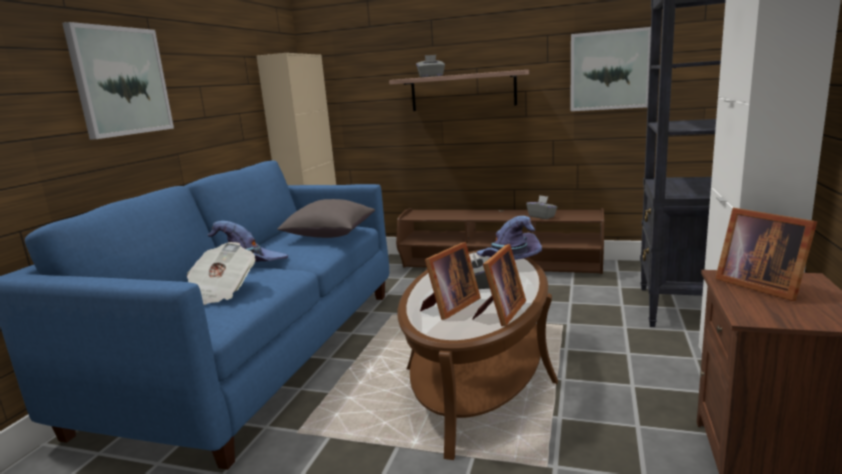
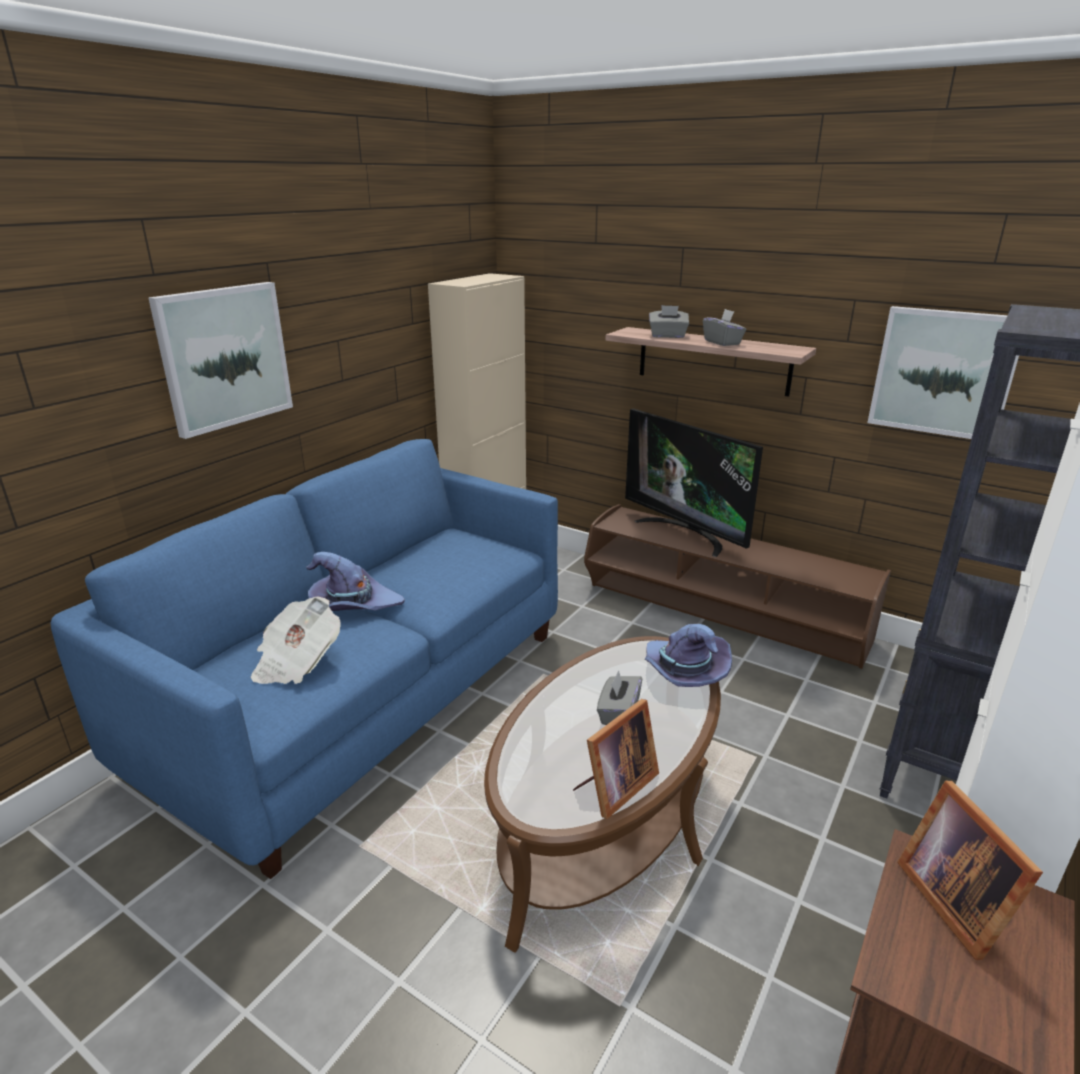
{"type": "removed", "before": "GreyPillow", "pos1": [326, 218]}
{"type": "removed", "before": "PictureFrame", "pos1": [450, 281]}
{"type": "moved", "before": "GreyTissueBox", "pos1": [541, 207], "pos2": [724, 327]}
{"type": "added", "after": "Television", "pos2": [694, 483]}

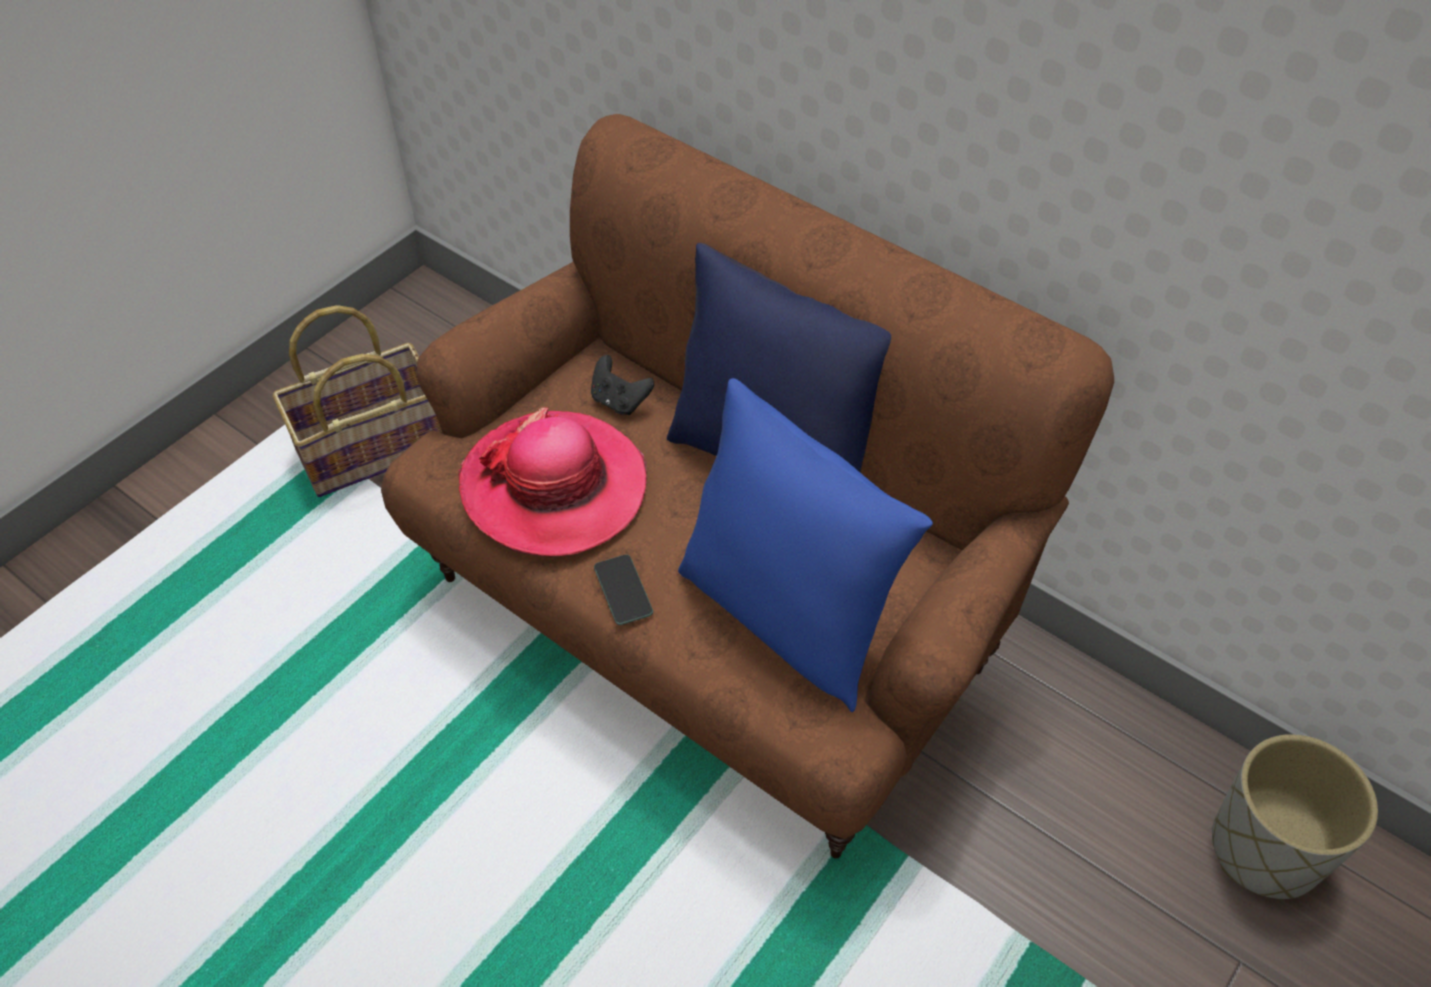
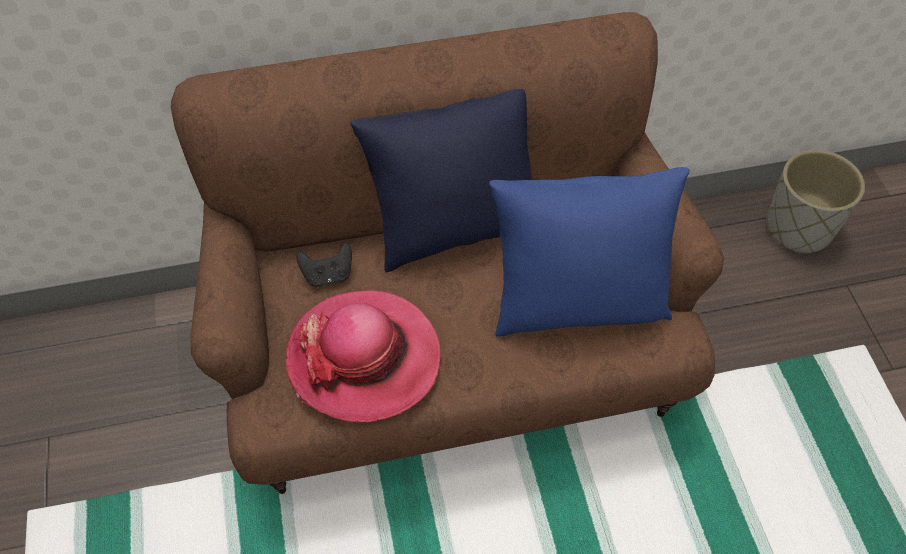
{"type": "removed", "before": "Basket", "pos1": [357, 401]}
{"type": "removed", "before": "Phone", "pos1": [623, 589]}

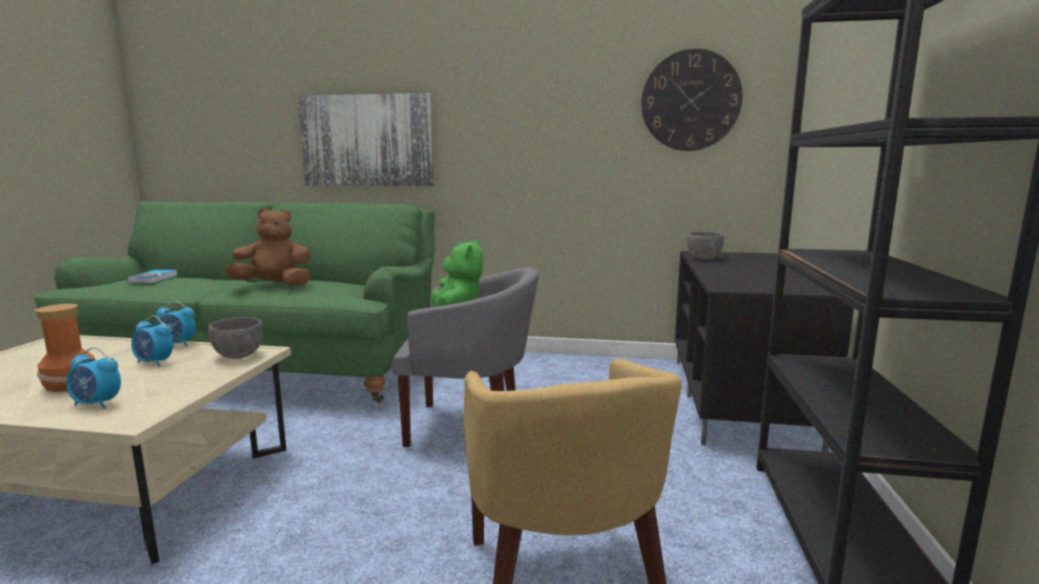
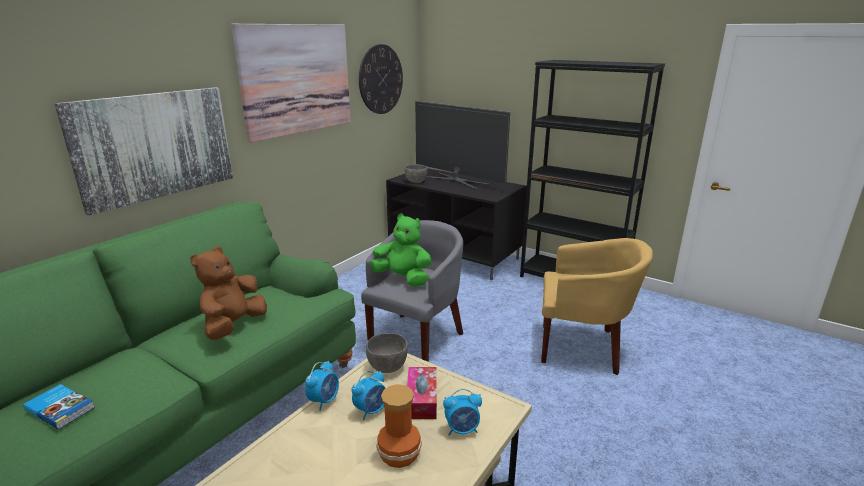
{"type": "turned", "before": "AlarmClock", "pos1": [93, 378], "pos2": [462, 412], "turn": 45}
{"type": "added", "after": "Picture", "pos2": [291, 83]}
{"type": "added", "after": "TissueBox", "pos2": [422, 393]}
{"type": "added", "after": "Television", "pos2": [462, 145]}

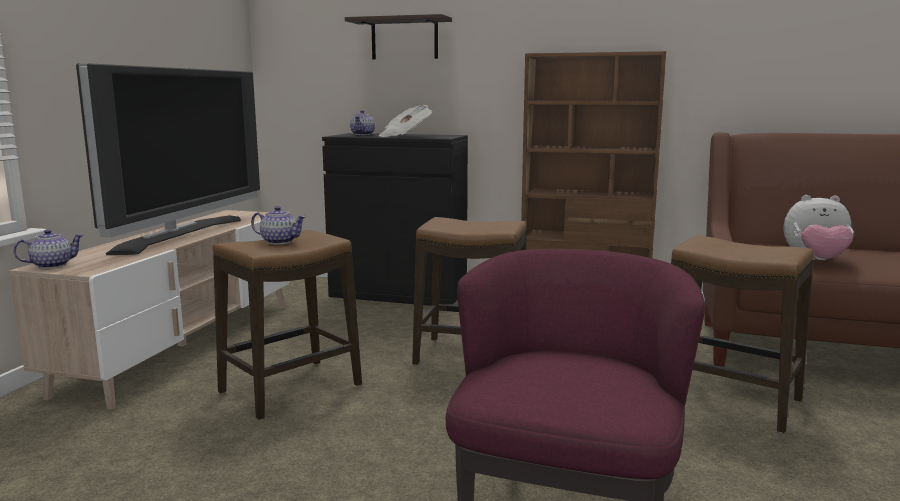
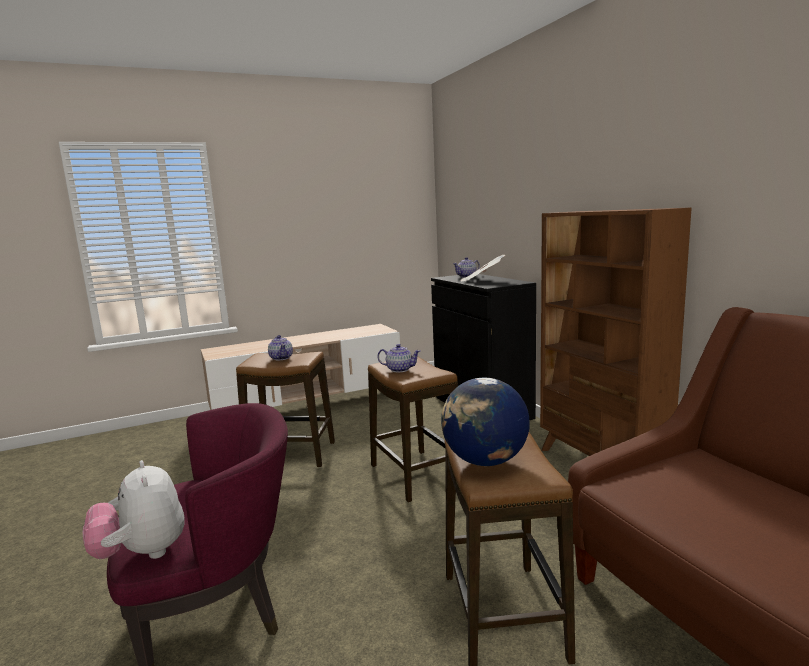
{"type": "moved", "before": "Teapot", "pos1": [48, 249], "pos2": [398, 358]}
{"type": "removed", "before": "Television", "pos1": [168, 159]}
{"type": "removed", "before": "Shelf", "pos1": [398, 37]}
{"type": "moved", "before": "PlushToy", "pos1": [819, 227], "pos2": [134, 509]}
{"type": "added", "after": "Globe", "pos2": [485, 422]}

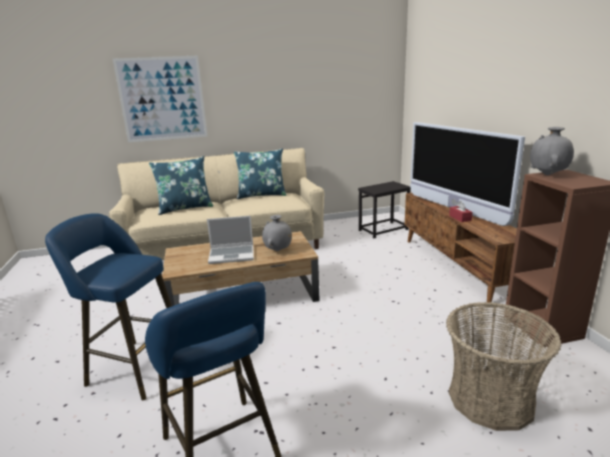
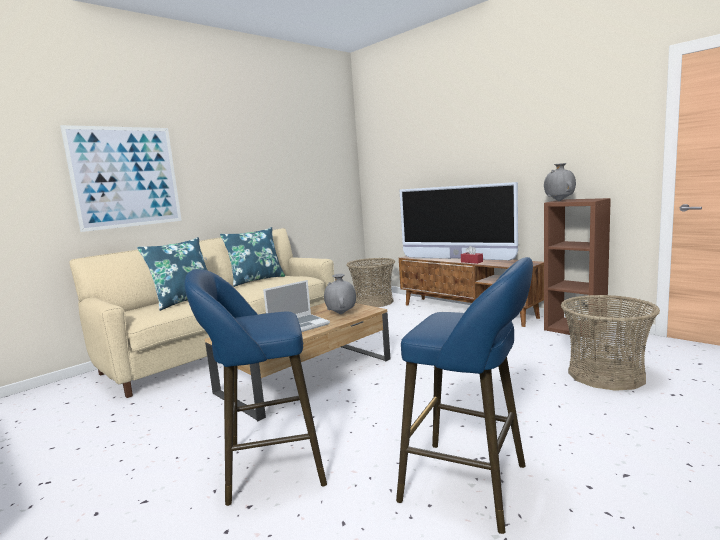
{"type": "replaced", "before": "BlackSideTable", "after": "Basket", "pos1": [384, 209], "pos2": [370, 282]}

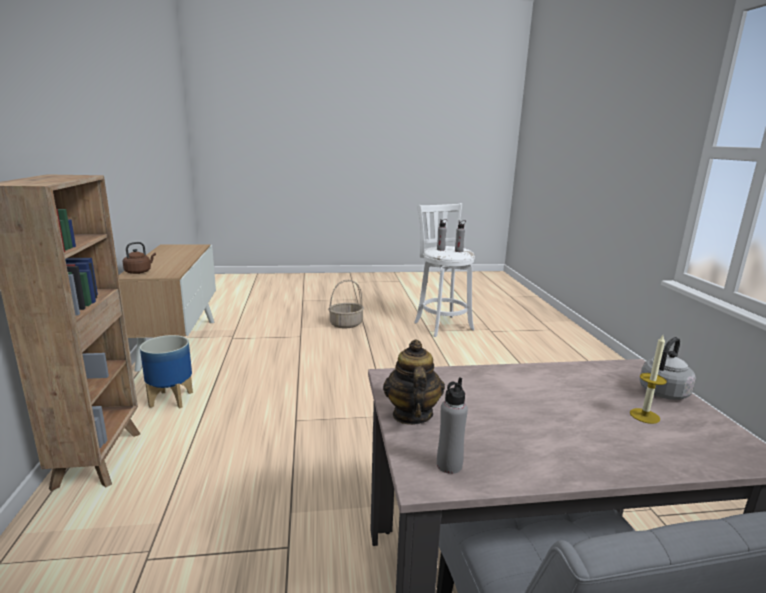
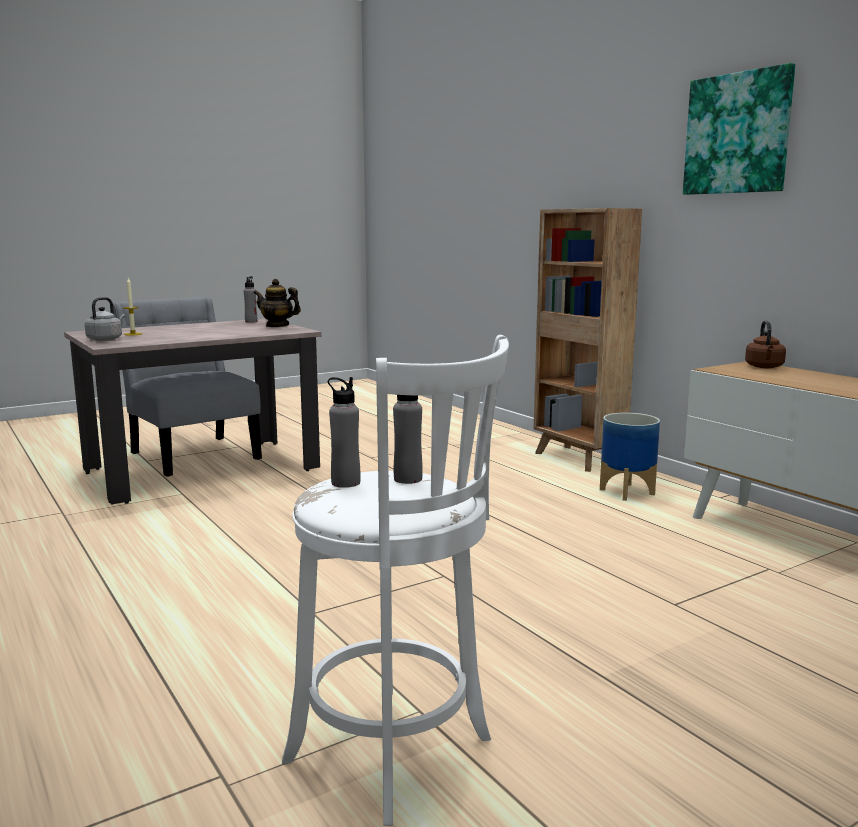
{"type": "removed", "before": "Basket", "pos1": [346, 304]}
{"type": "turned", "before": "Teapot", "pos1": [414, 382], "pos2": [277, 303], "turn": 135}
{"type": "added", "after": "Picture", "pos2": [739, 129]}

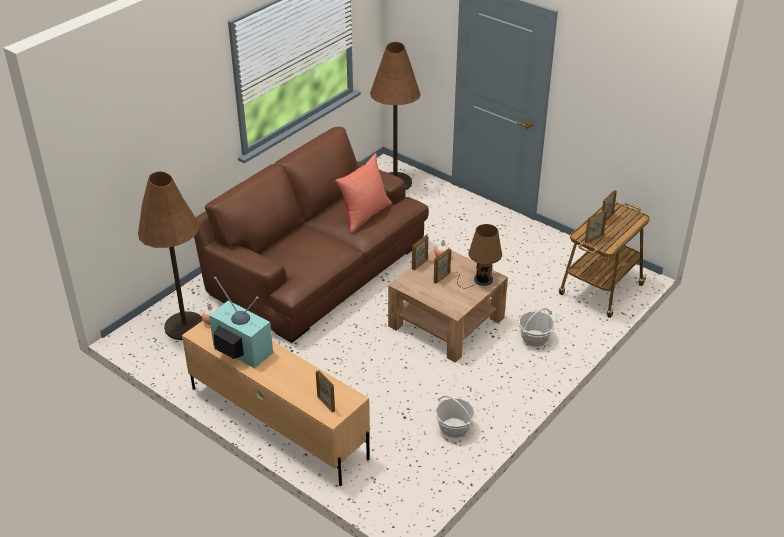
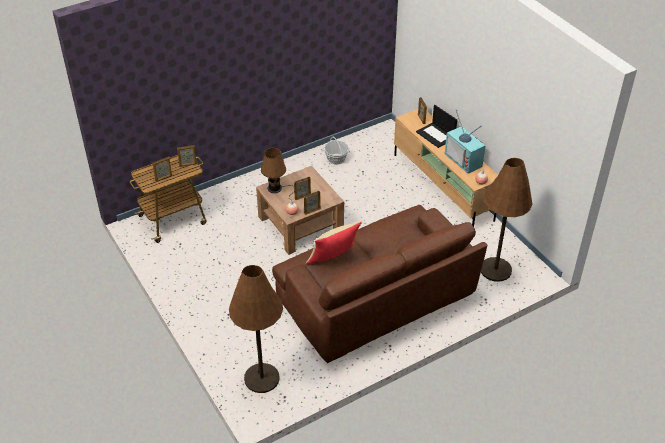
{"type": "recoloured", "before": "RedPillow", "after": "BeigePillow", "pos1": [363, 193], "pos2": [333, 243]}
{"type": "removed", "before": "Basket", "pos1": [536, 327]}
{"type": "added", "after": "Laptop", "pos2": [436, 126]}

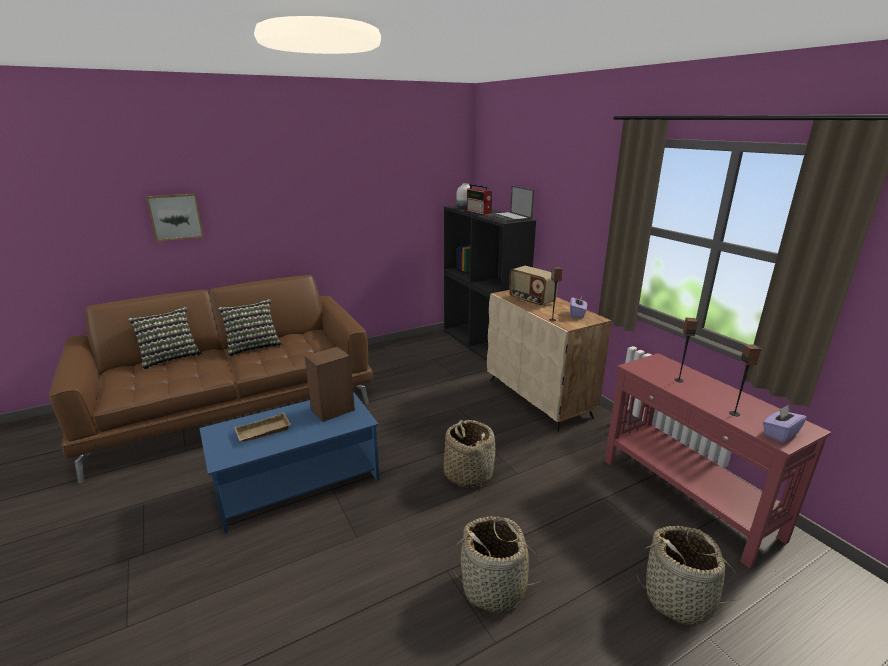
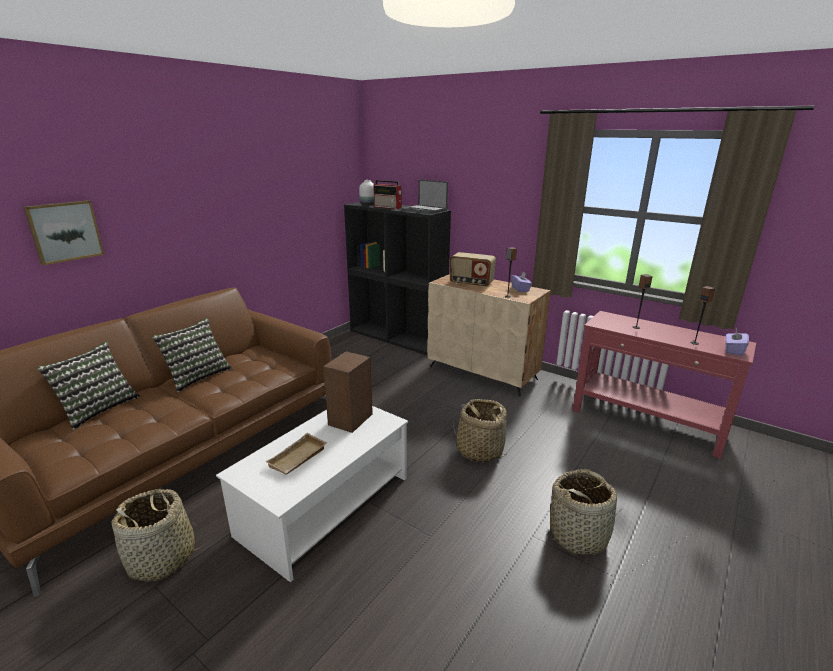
{"type": "recoloured", "before": "BlueCoffeeTable", "after": "WhiteCoffeeTable", "pos1": [289, 462], "pos2": [312, 494]}
{"type": "moved", "before": "Basket", "pos1": [688, 575], "pos2": [158, 535]}

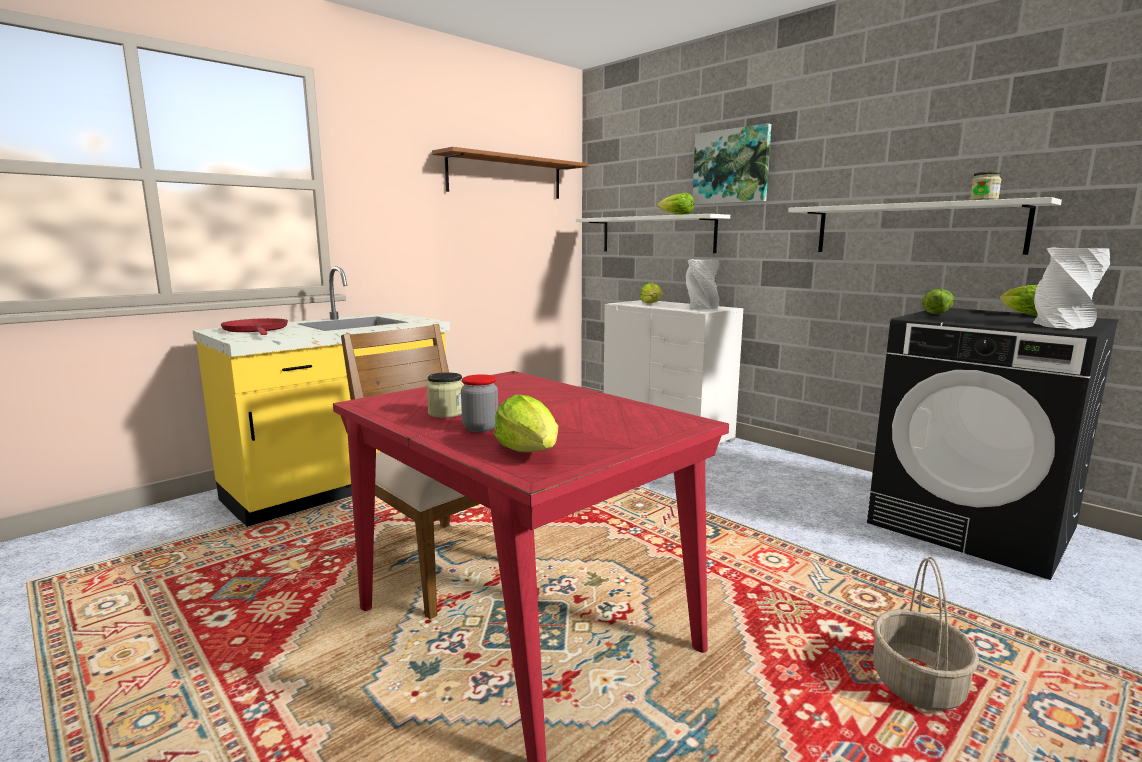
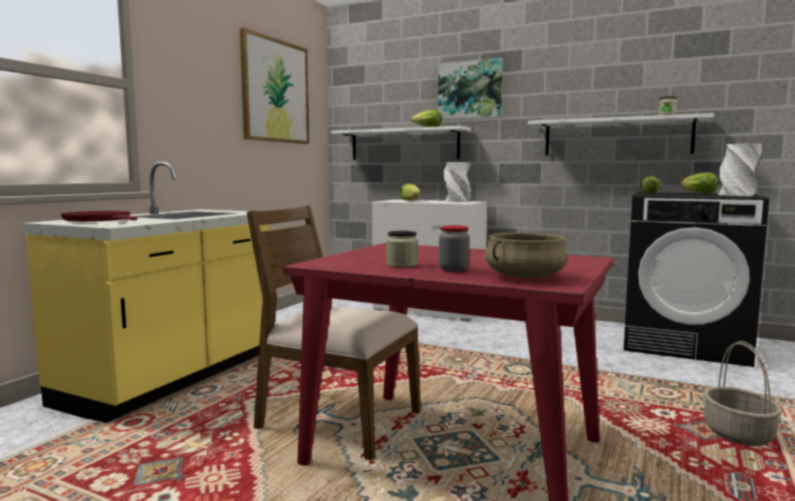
{"type": "replaced", "before": "BrownShelf", "after": "Picture", "pos1": [510, 173], "pos2": [274, 86]}
{"type": "replaced", "before": "Lettuce", "after": "BeigeCookingPot", "pos1": [526, 423], "pos2": [526, 256]}

